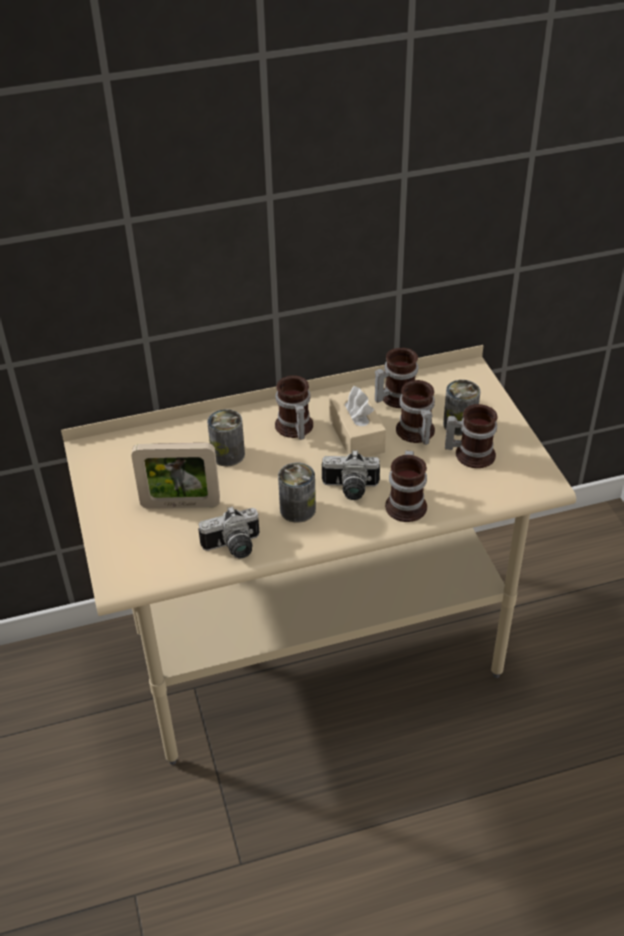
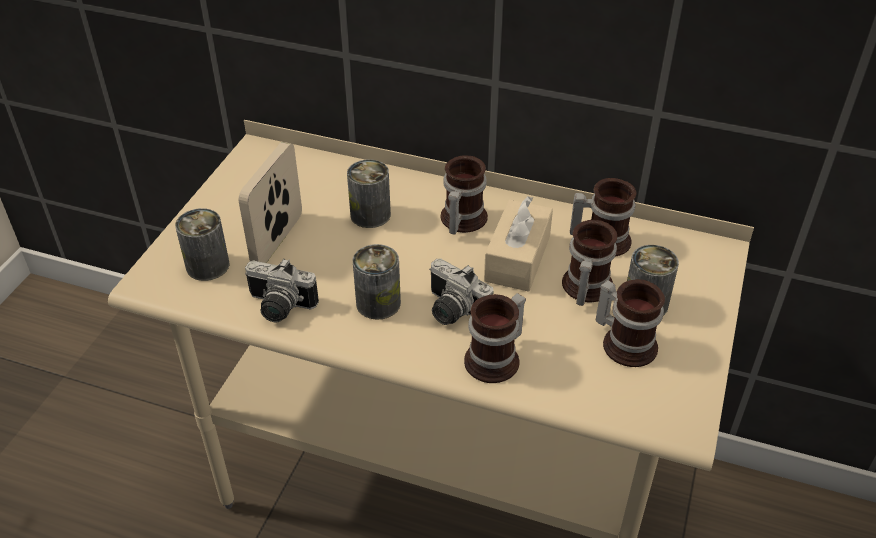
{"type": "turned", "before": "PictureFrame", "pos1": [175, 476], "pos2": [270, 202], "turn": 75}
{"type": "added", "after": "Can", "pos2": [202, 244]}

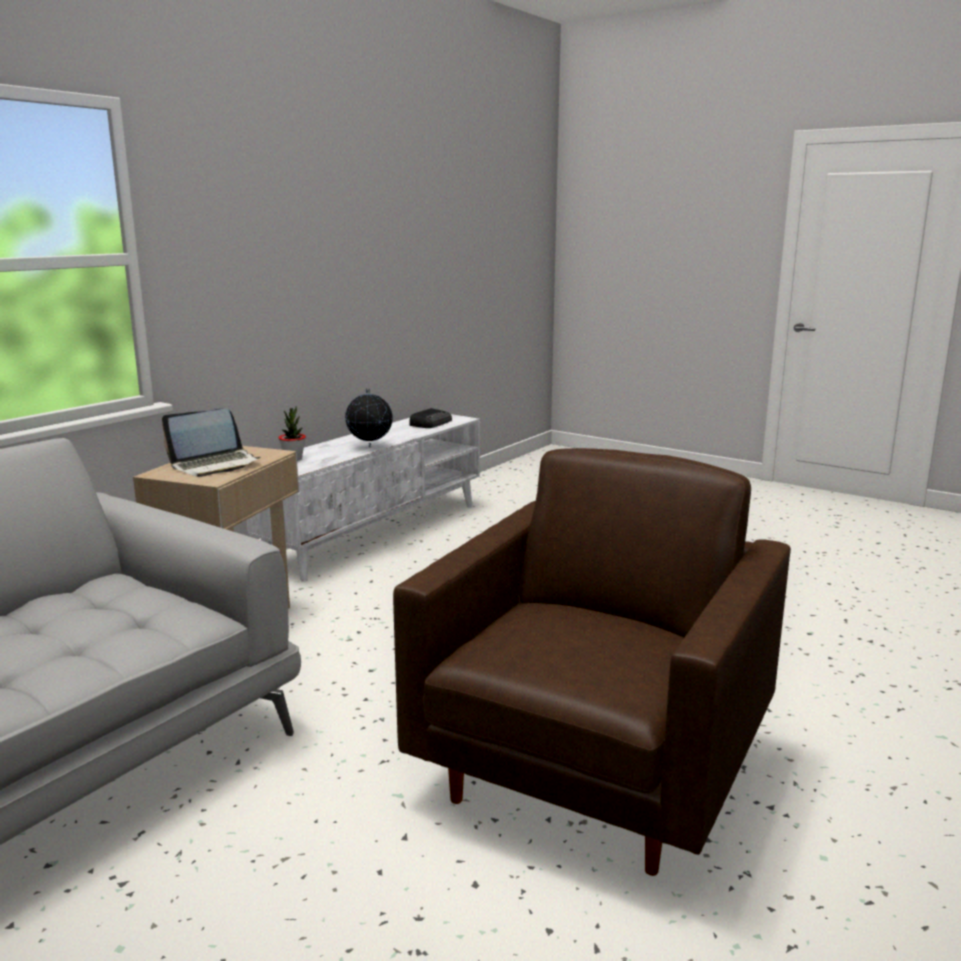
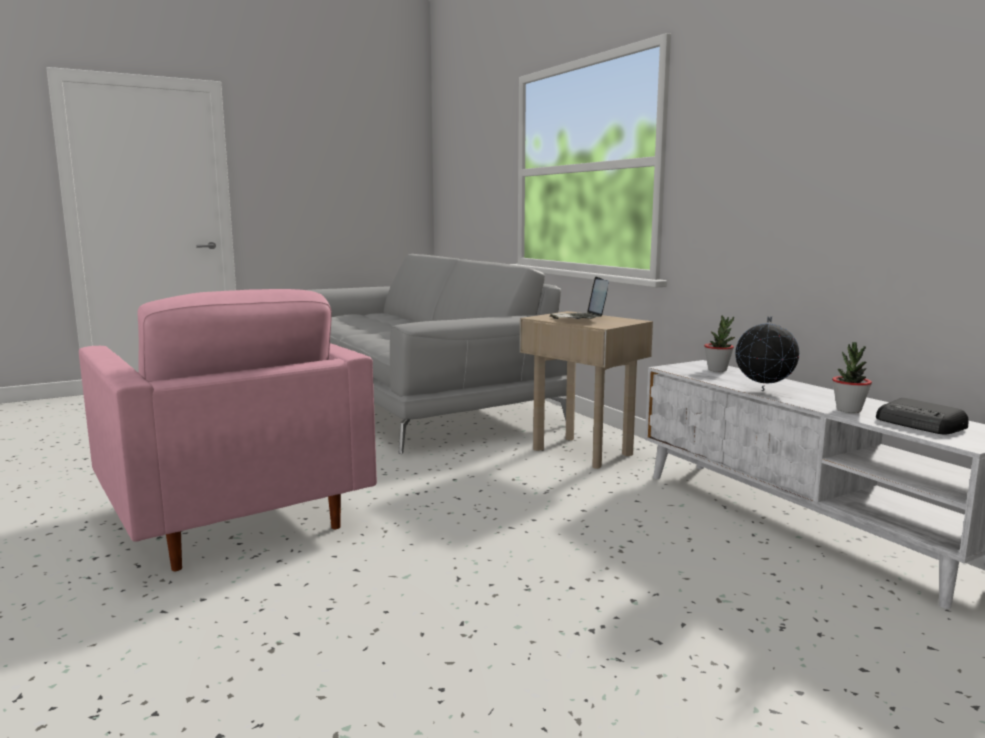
{"type": "recoloured", "before": "BrownArmchair", "after": "PinkArmchair", "pos1": [592, 662], "pos2": [228, 430]}
{"type": "added", "after": "PottedPlant", "pos2": [852, 377]}

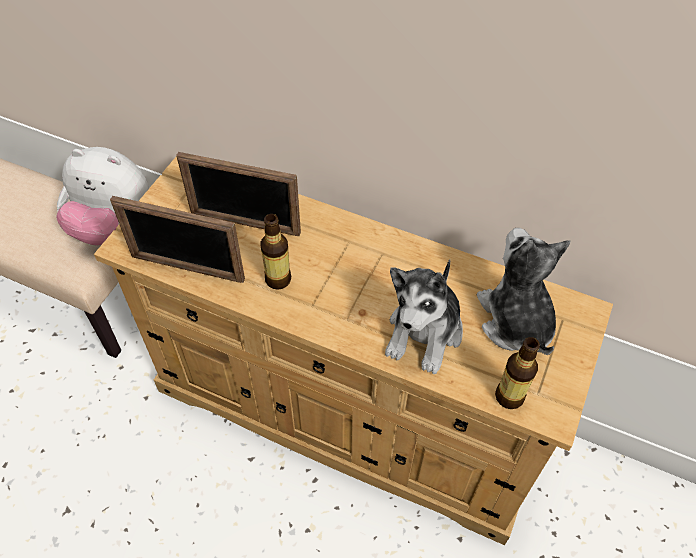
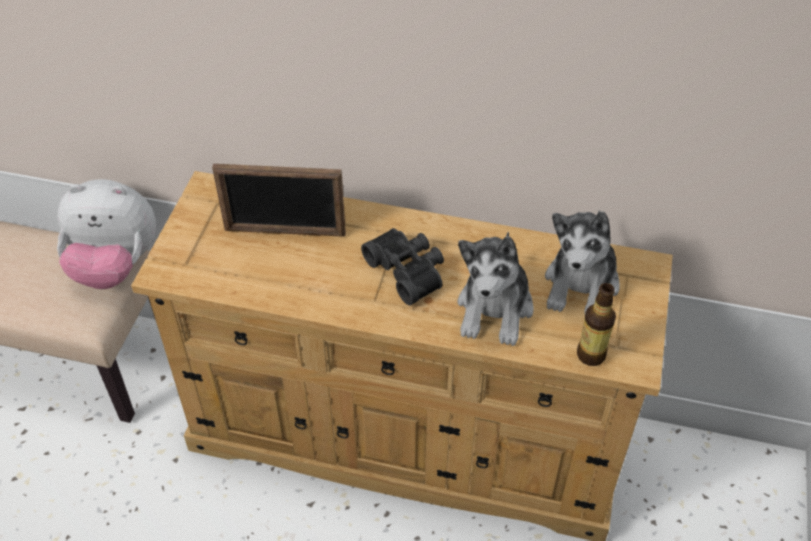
{"type": "removed", "before": "PictureFrame", "pos1": [177, 239]}
{"type": "removed", "before": "Bottle", "pos1": [275, 252]}
{"type": "turned", "before": "PlushToy", "pos1": [523, 291], "pos2": [582, 261], "turn": -135}
{"type": "added", "after": "BlackBinoculars", "pos2": [402, 266]}

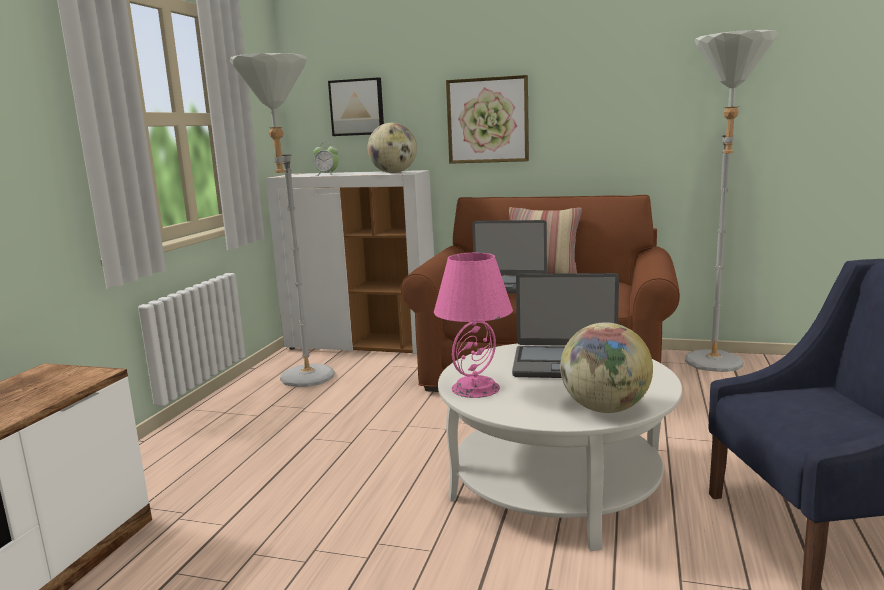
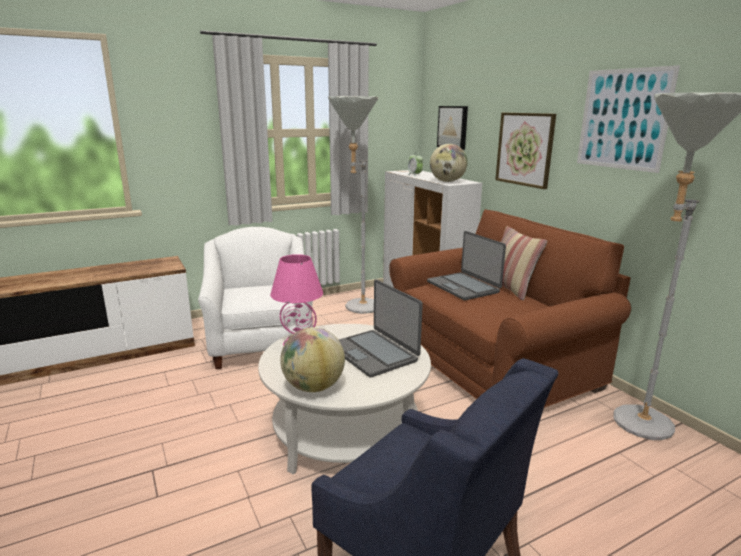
{"type": "added", "after": "WhiteArmchair", "pos2": [255, 298]}
{"type": "added", "after": "Picture", "pos2": [628, 119]}

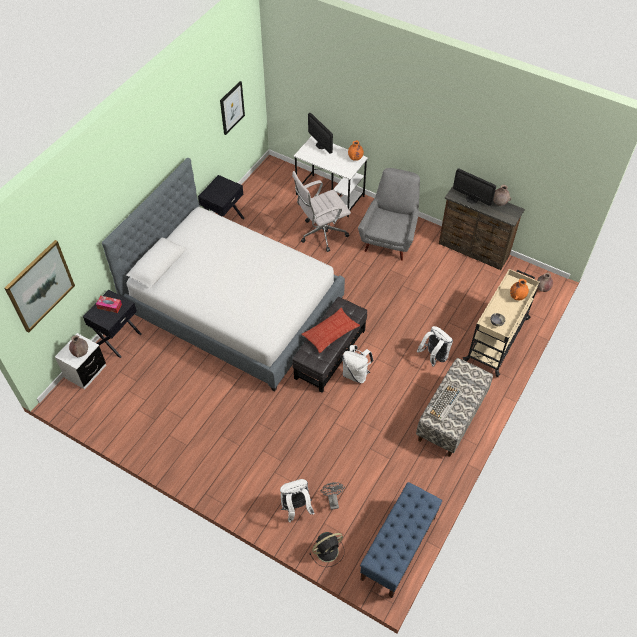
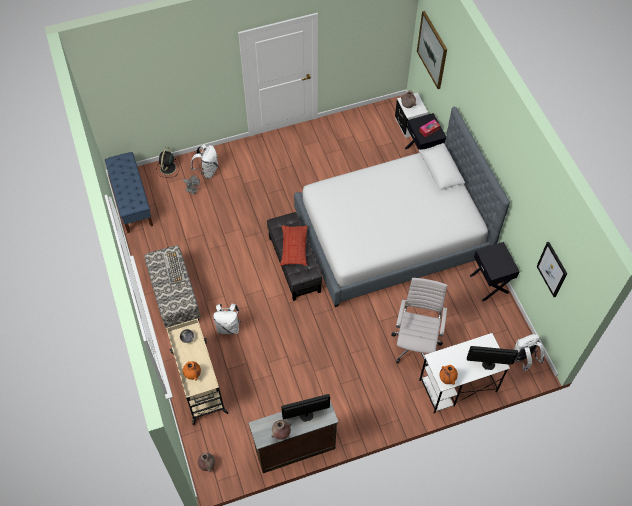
{"type": "moved", "before": "WhiteBackpack", "pos1": [358, 364], "pos2": [528, 352]}
{"type": "removed", "before": "GreyArmchair", "pos1": [389, 214]}

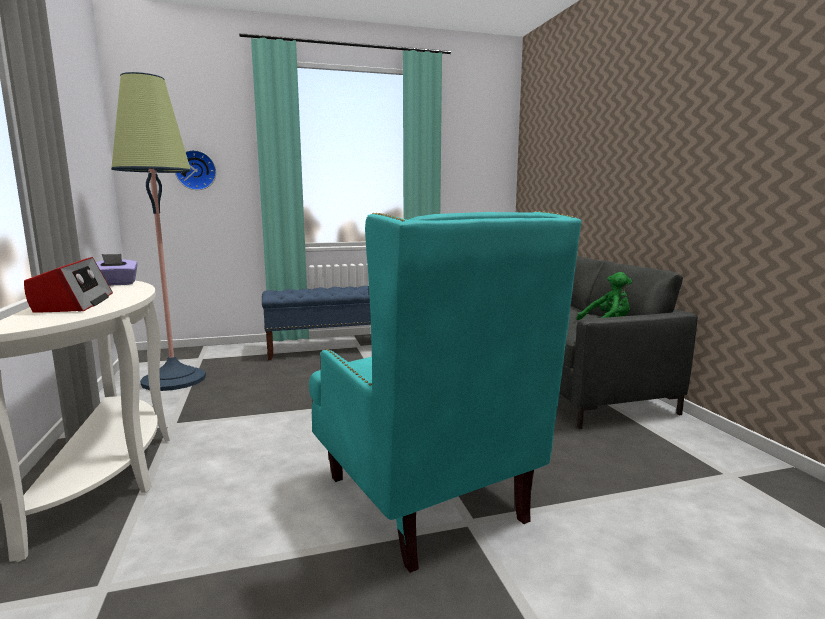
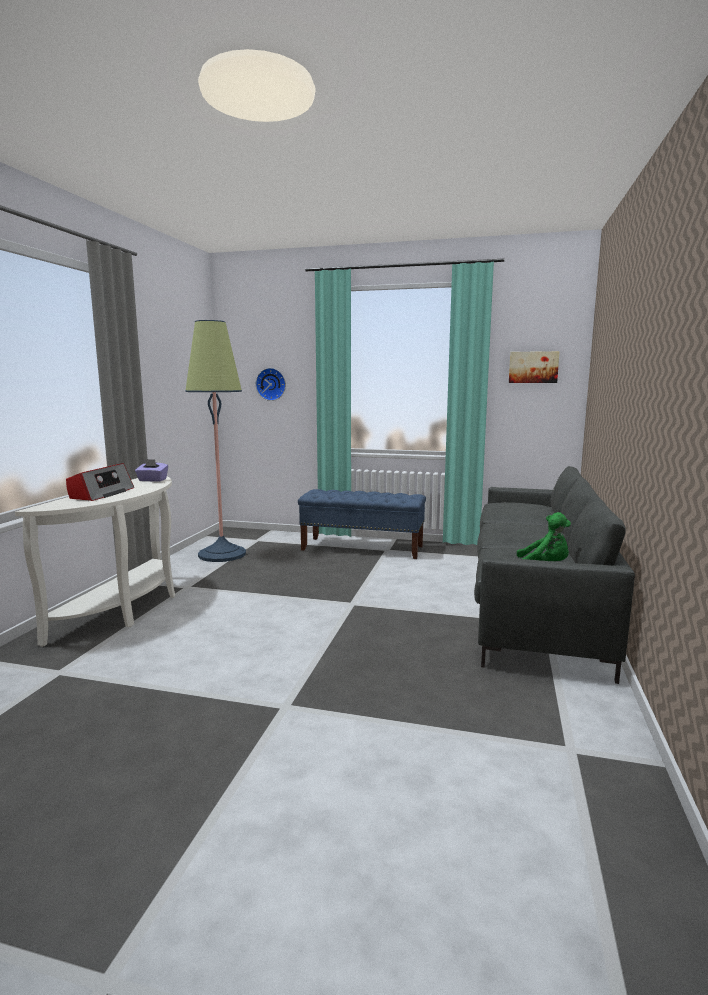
{"type": "removed", "before": "TurquoiseArmchair", "pos1": [445, 392]}
{"type": "added", "after": "Picture", "pos2": [534, 367]}

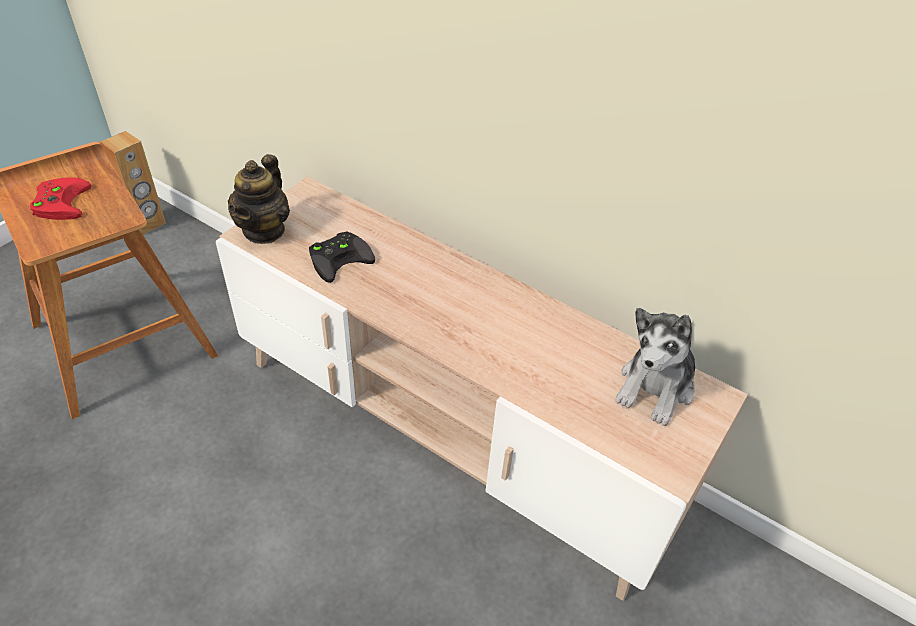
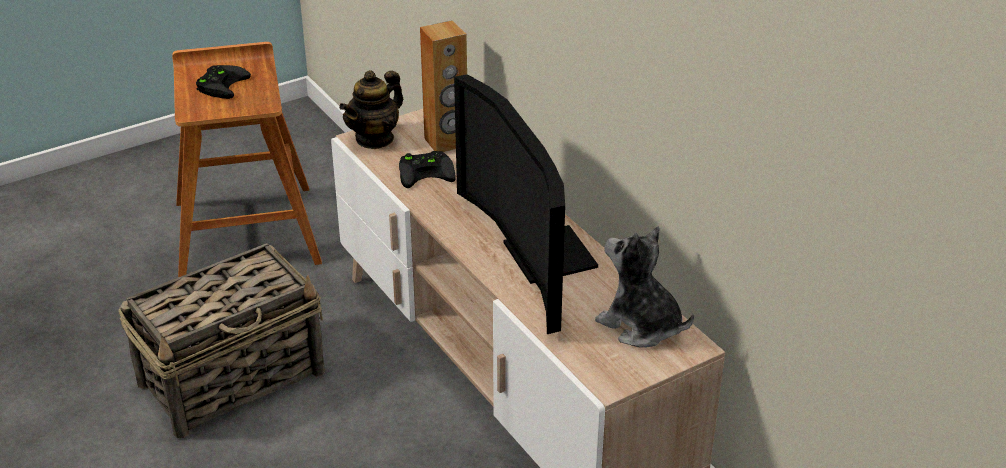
{"type": "recoloured", "before": "RedGameController", "after": "BlackGameController", "pos1": [60, 198], "pos2": [223, 82]}
{"type": "moved", "before": "BrownSpeaker", "pos1": [133, 183], "pos2": [443, 86]}
{"type": "turned", "before": "PlushToy", "pos1": [655, 367], "pos2": [644, 287], "turn": 75}
{"type": "added", "after": "Basket", "pos2": [221, 340]}
{"type": "added", "after": "Television", "pos2": [526, 204]}

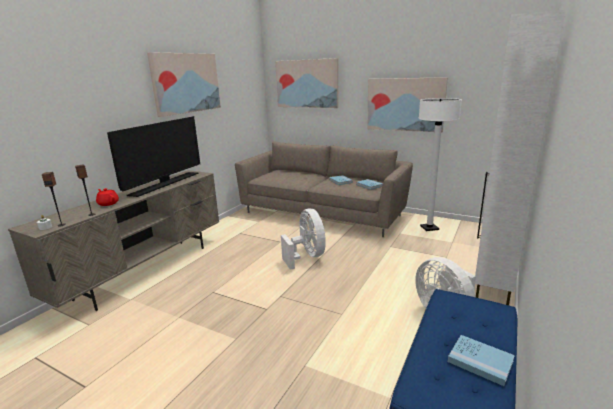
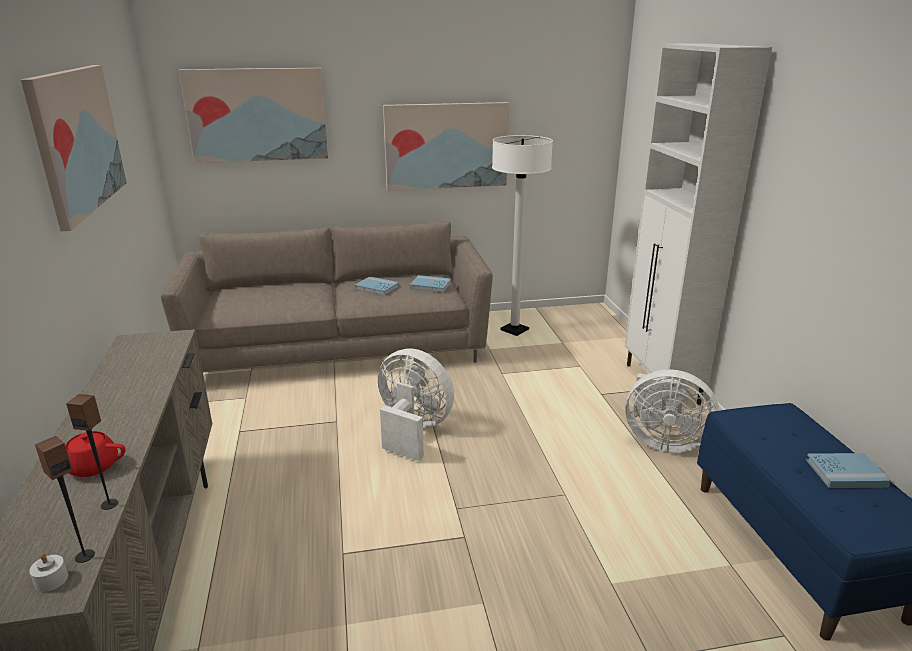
{"type": "removed", "before": "Television", "pos1": [153, 156]}

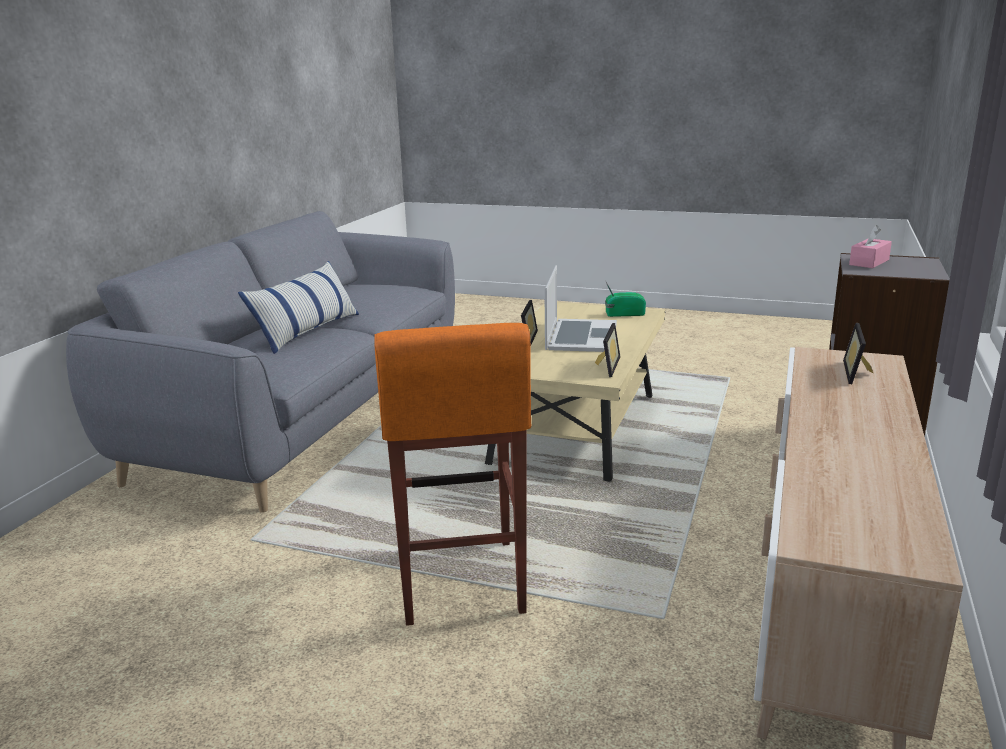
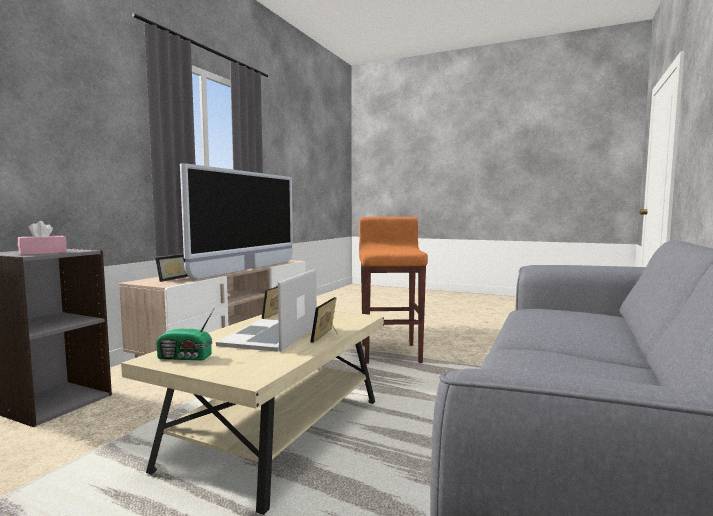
{"type": "removed", "before": "Pillow", "pos1": [298, 307]}
{"type": "added", "after": "Television", "pos2": [236, 221]}

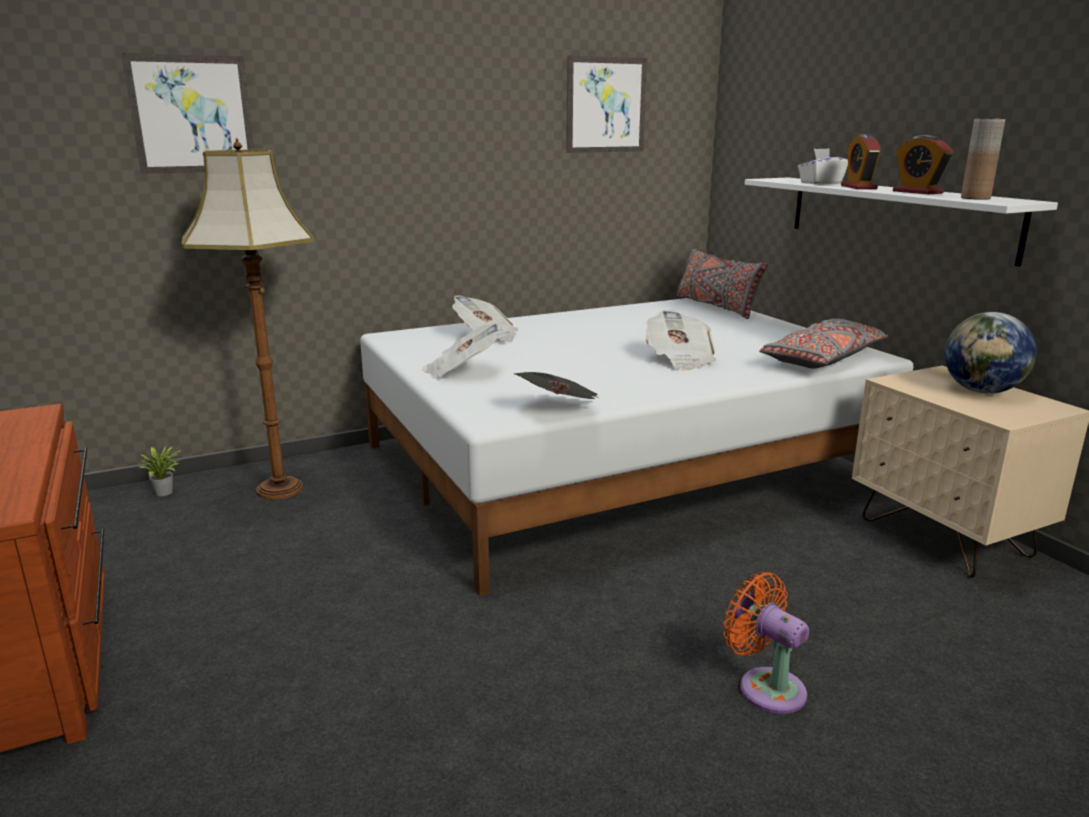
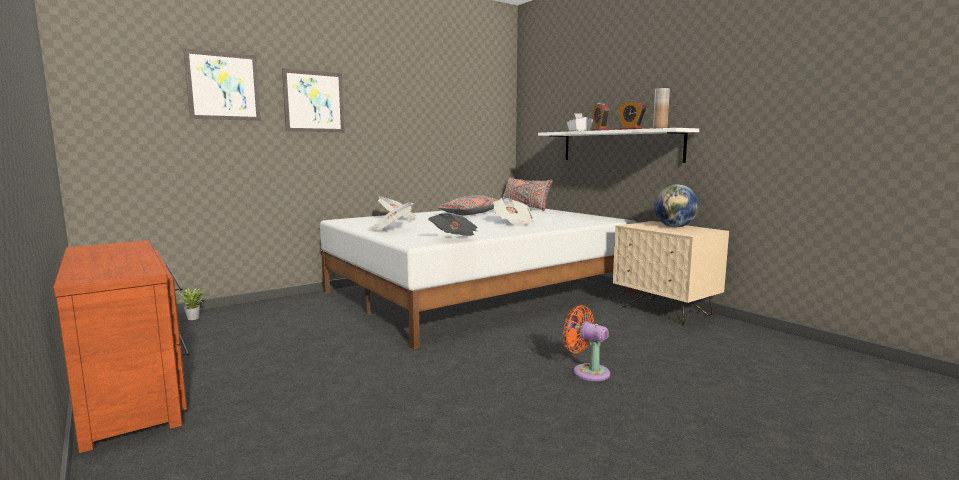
{"type": "removed", "before": "FloorLamp", "pos1": [248, 318]}
{"type": "moved", "before": "Picture", "pos1": [606, 104], "pos2": [313, 100]}
{"type": "moved", "before": "GreyPillow", "pos1": [823, 343], "pos2": [467, 205]}

